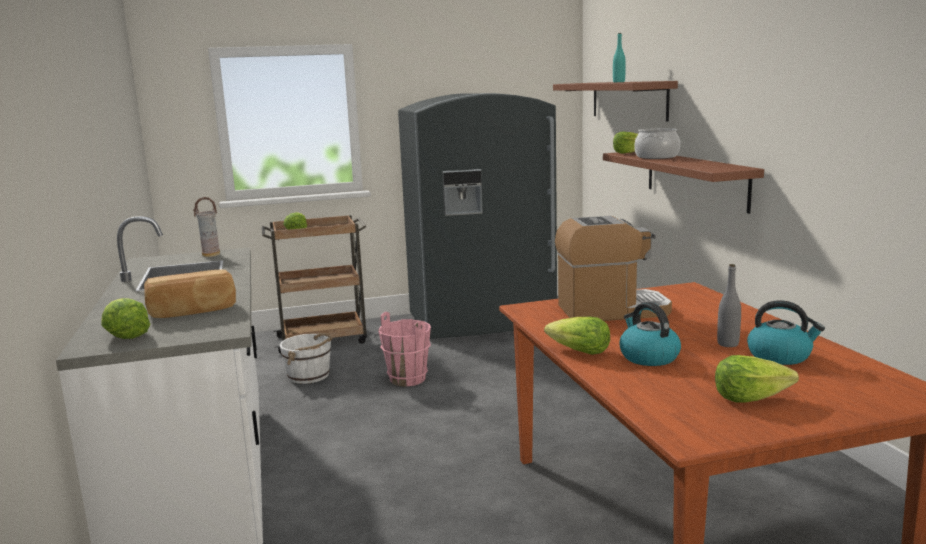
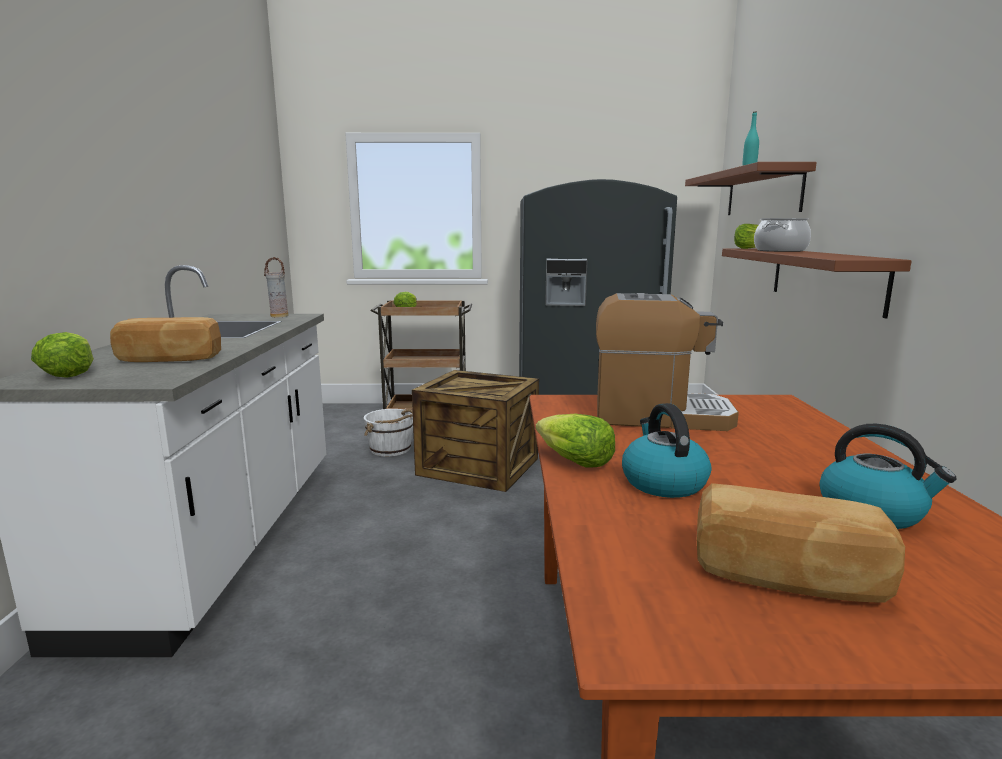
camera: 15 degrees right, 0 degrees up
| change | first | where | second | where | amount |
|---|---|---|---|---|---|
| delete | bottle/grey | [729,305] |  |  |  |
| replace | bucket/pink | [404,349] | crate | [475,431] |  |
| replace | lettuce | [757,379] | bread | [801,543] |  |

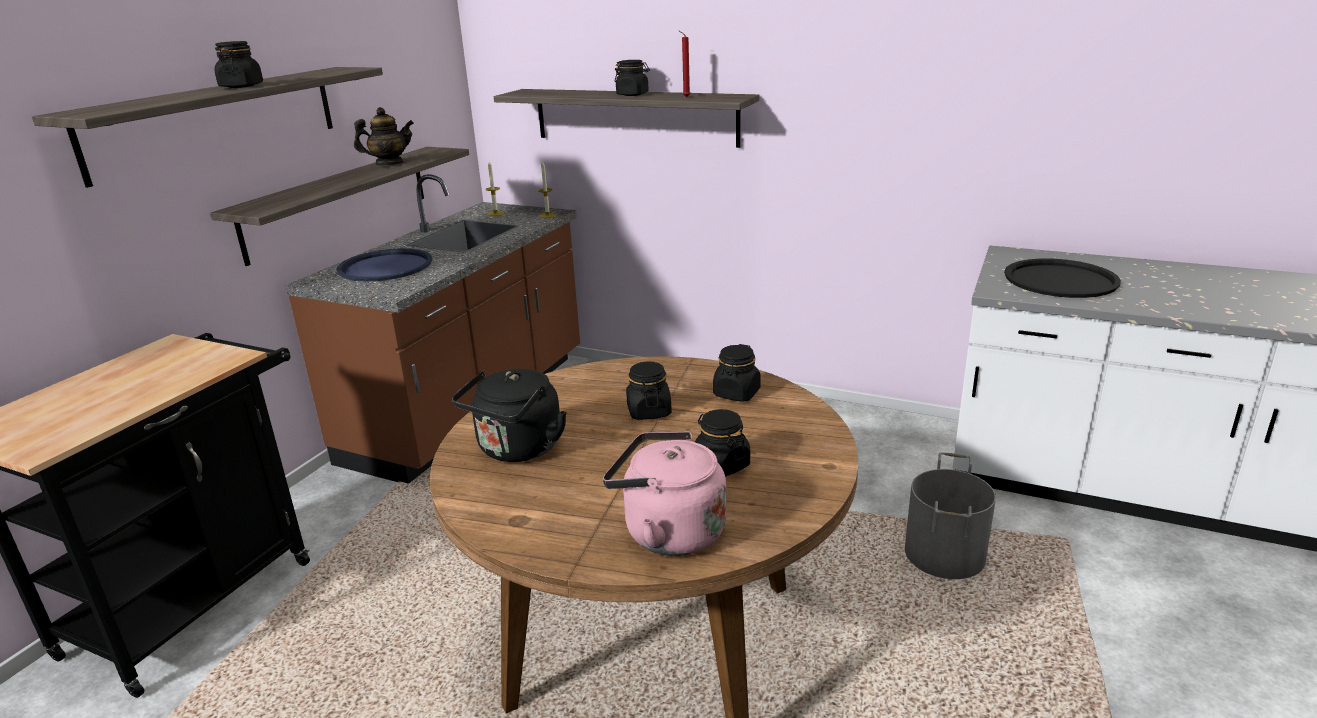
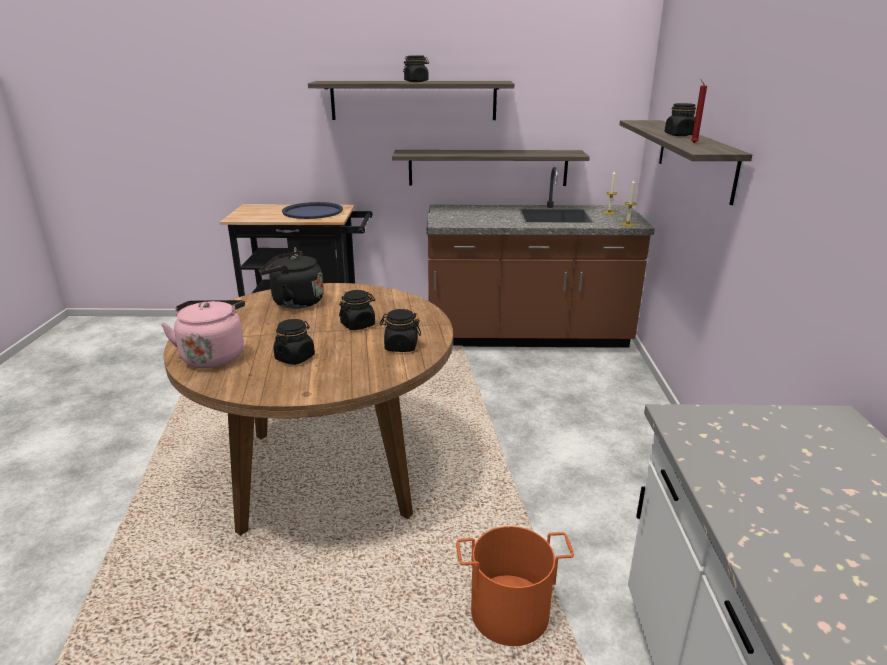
camera: 65 degrees right, 0 degrees up
| change | first | where | second | where | amount |
|---|---|---|---|---|---|
| delete | teapot | [384,136] |  |  |  |
| move | tray/blue | [384,265] |  | [312,210] |  |
| delete | tray/black | [1062,278] |  |  |  |
| recolor | bucket/grey | [950,515] | bucket/orange | [515,586] |  |

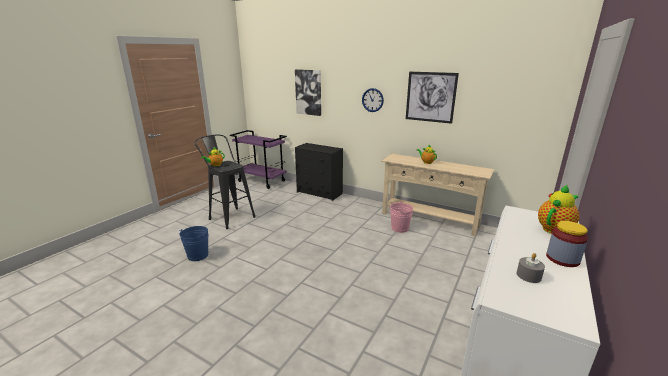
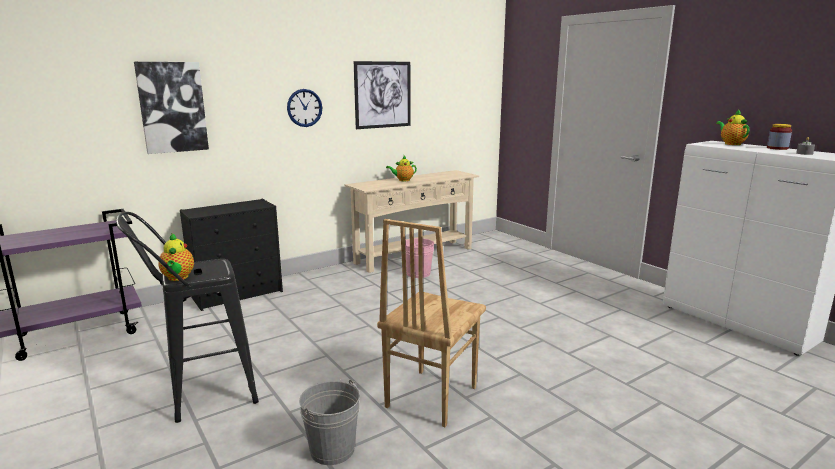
camera: 65 degrees left, 5 degrees down
| change | first | where | second | where | amount |
|---|---|---|---|---|---|
| recolor | bucket/blue | [194,243] | bucket/grey | [329,422] |  |
| insert |  |  | chair/brown | [431,323] |  |

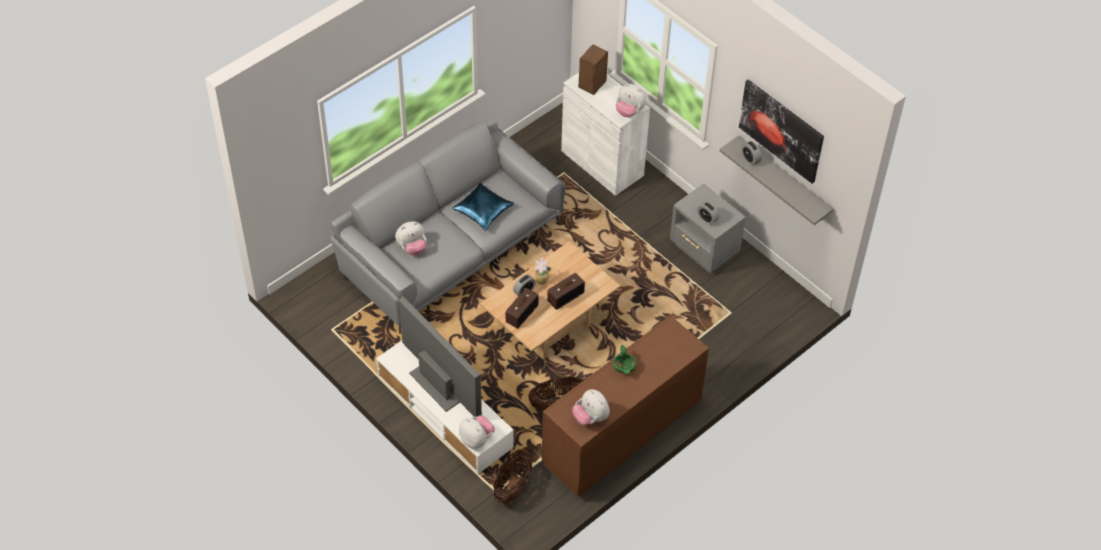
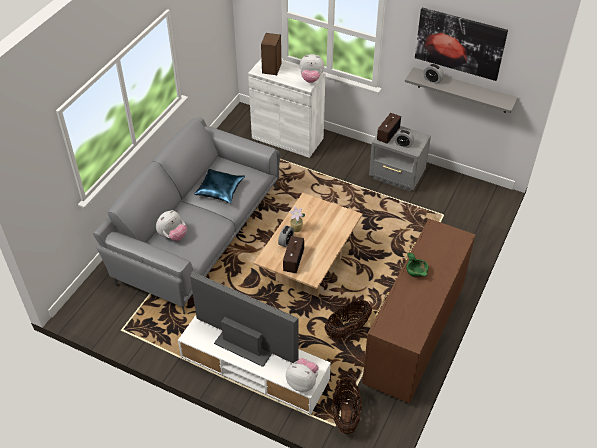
camera: 20 degrees left, 5 degrees down
| change | first | where | second | where | amount |
|---|---|---|---|---|---|
| move | radio | [566,291] |  | [389,128] |  |
| delete | plush toy | [591,407] |  |  |  |

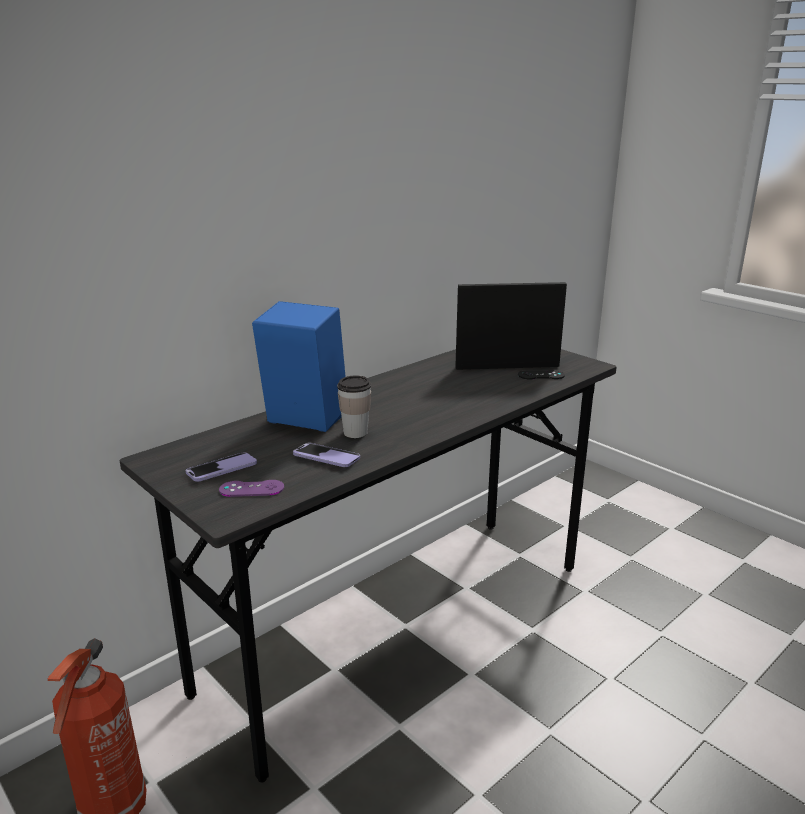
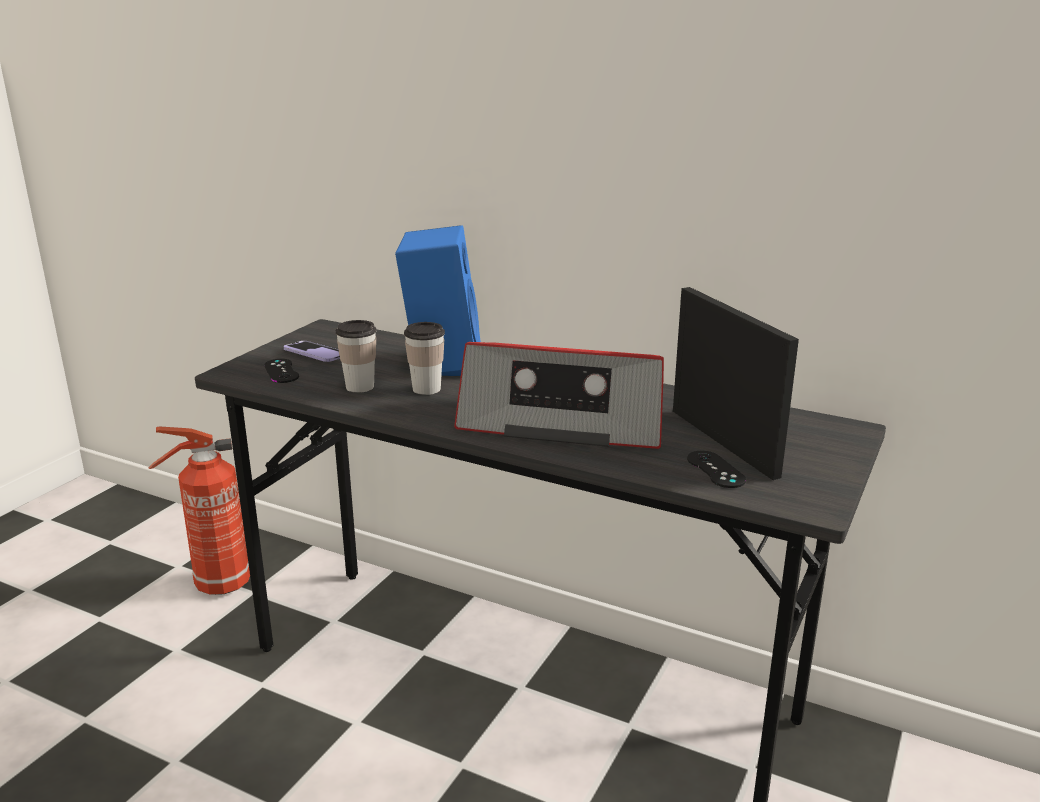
camera: 70 degrees right, 0 degrees up
| change | first | where | second | where | amount |
|---|---|---|---|---|---|
| replace | phone | [326,455] | cup | [356,356] |  |
| recolor | game controller/purple | [251,488] | game controller/black | [281,371] |  |
| insert |  |  | radio | [559,395] |  |

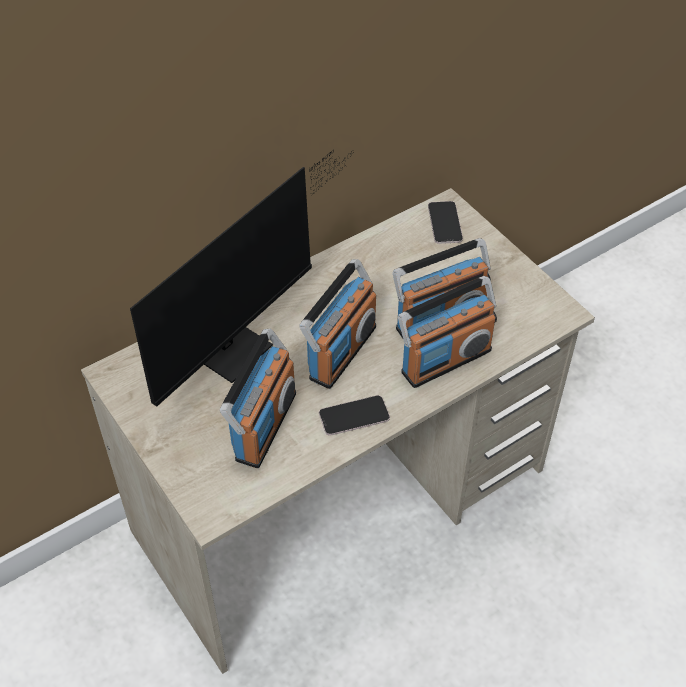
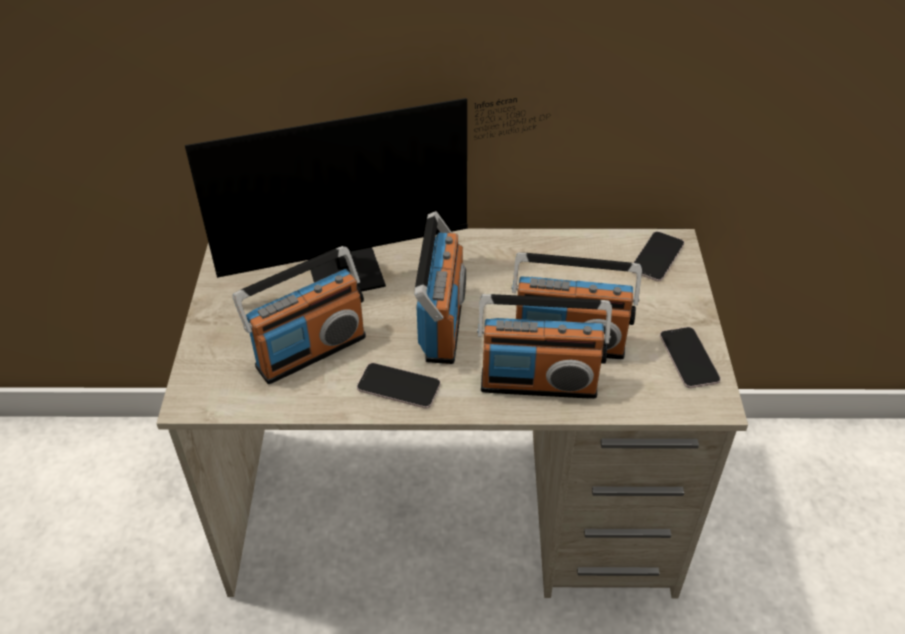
camera: 35 degrees right, 5 degrees down
| change | first | where | second | where | amount |
|---|---|---|---|---|---|
| rotate | radio | [337,324] |  | [440,287] | 60 degrees counterclockwise |
| insert |  |  | phone | [690,357] |  |

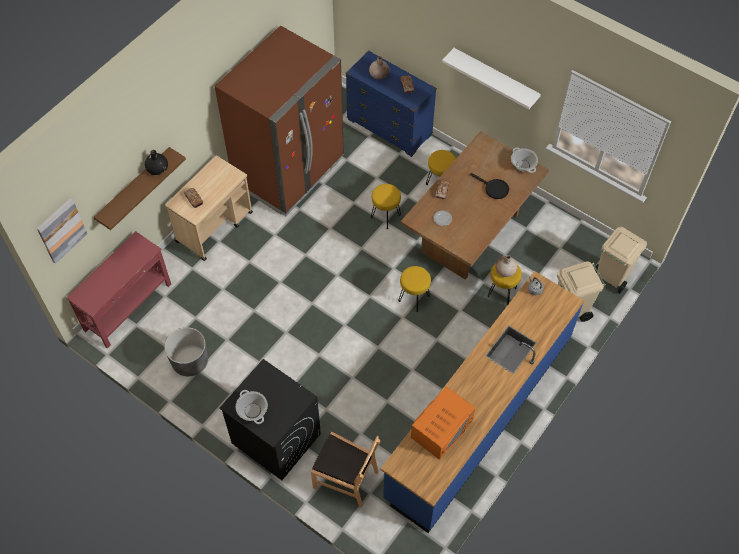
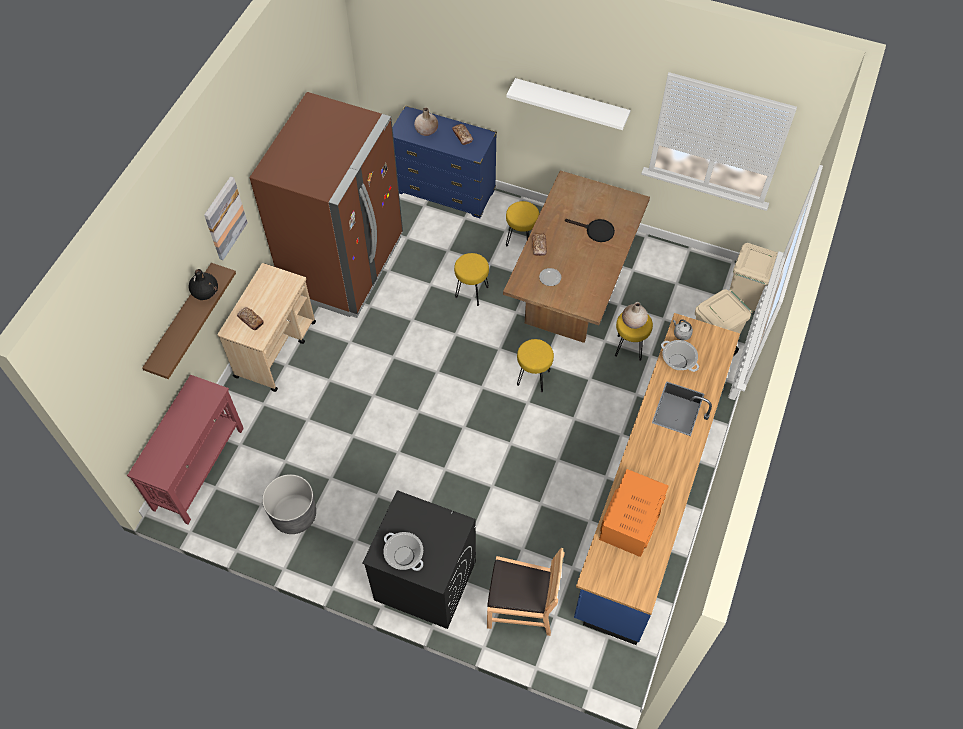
camera: 15 degrees left, 0 degrees up
| change | first | where | second | where | amount |
|---|---|---|---|---|---|
| move | cooking pot | [524,160] |  | [680,356] |  |
| move | picture | [62,231] |  | [226,218] |  |

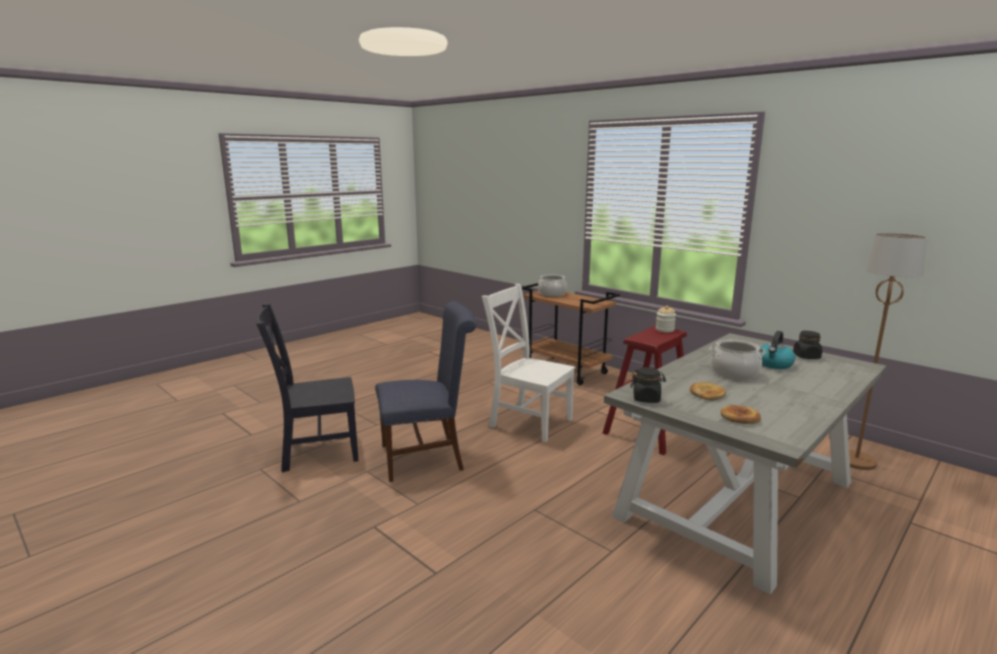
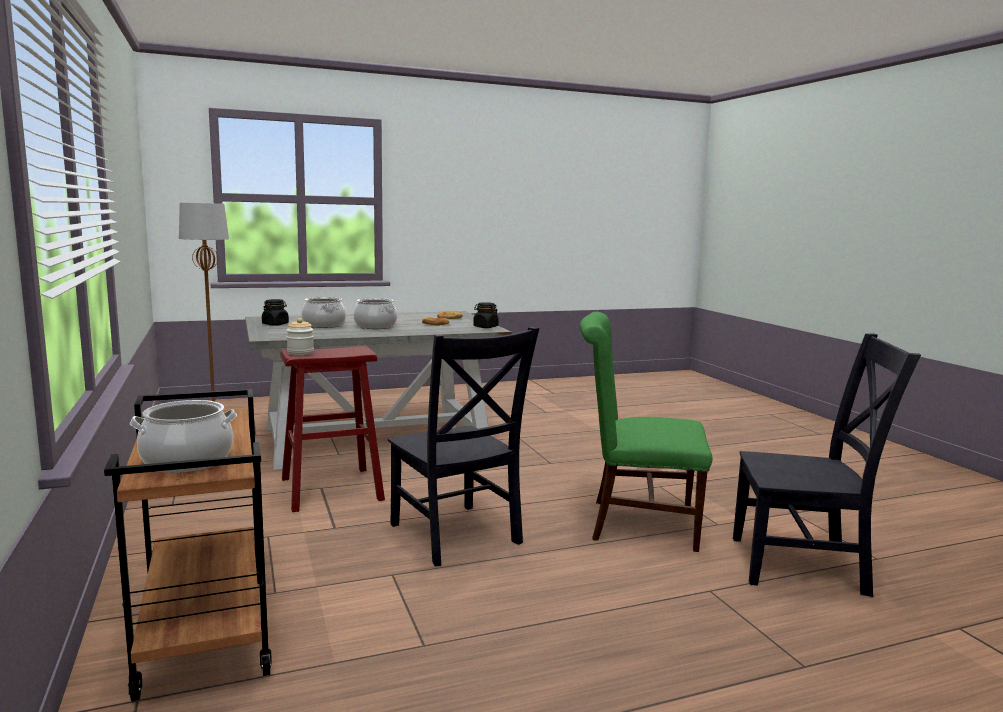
camera: 155 degrees left, 5 degrees down
| change | first | where | second | where | amount |
|---|---|---|---|---|---|
| recolor | chair/white | [528,363] | chair/black | [463,446] |  |
| recolor | chair/blue | [425,391] | chair/green | [646,432] |  |
| replace | kettle | [777,350] | cooking pot | [324,312] |  |

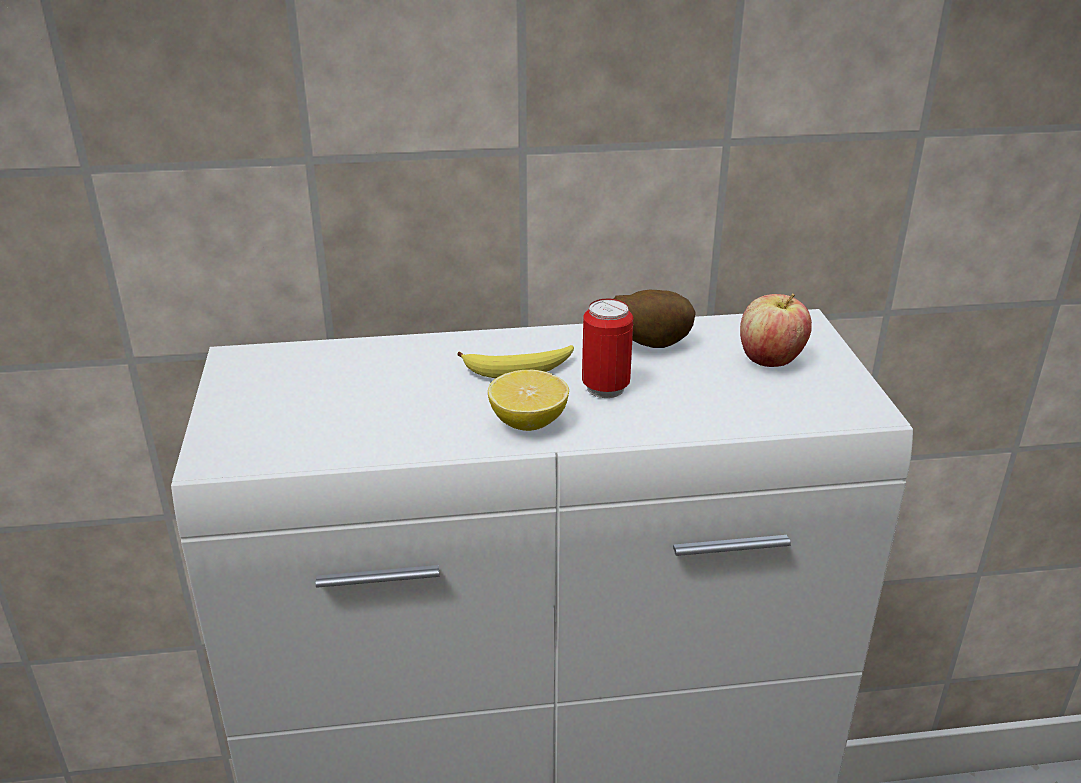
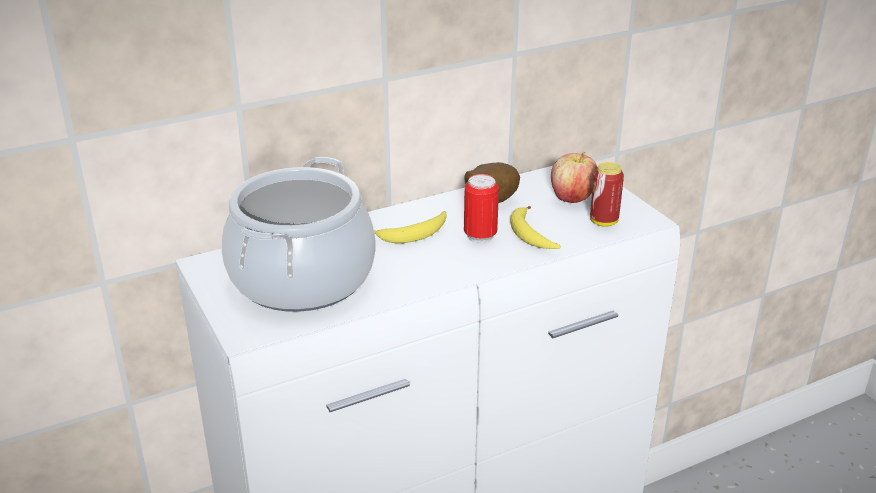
camera: 20 degrees left, 0 degrees up
| change | first | where | second | where | amount |
|---|---|---|---|---|---|
| delete | lemon | [528,400] |  |  |  |
| insert |  |  | cooking pot | [298,234] |  |
| insert |  |  | can | [607,194] |  |
| insert |  |  | banana | [535,227] |  |

